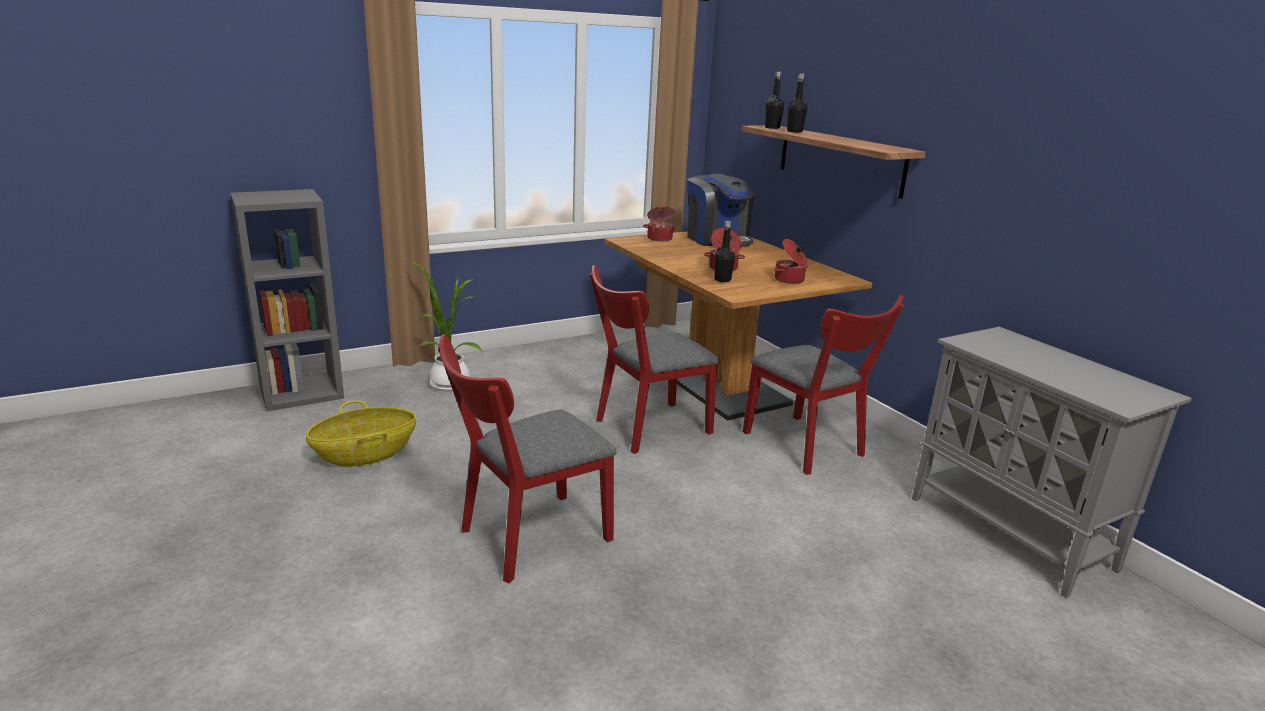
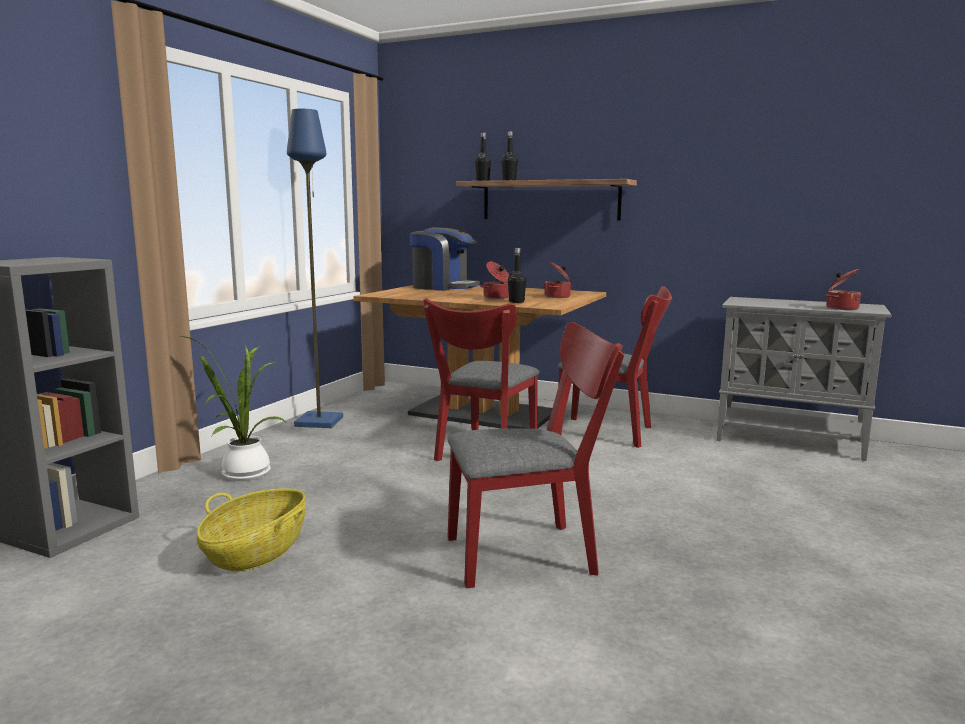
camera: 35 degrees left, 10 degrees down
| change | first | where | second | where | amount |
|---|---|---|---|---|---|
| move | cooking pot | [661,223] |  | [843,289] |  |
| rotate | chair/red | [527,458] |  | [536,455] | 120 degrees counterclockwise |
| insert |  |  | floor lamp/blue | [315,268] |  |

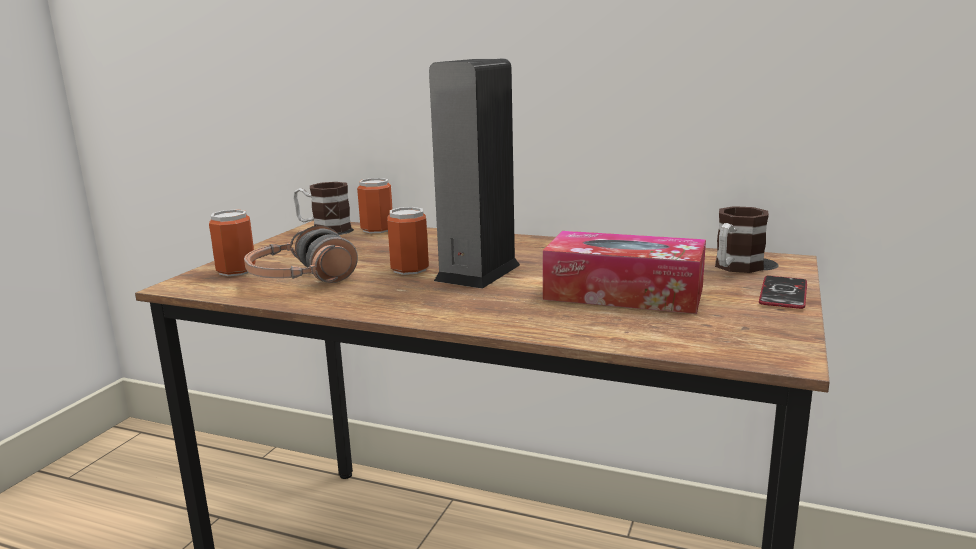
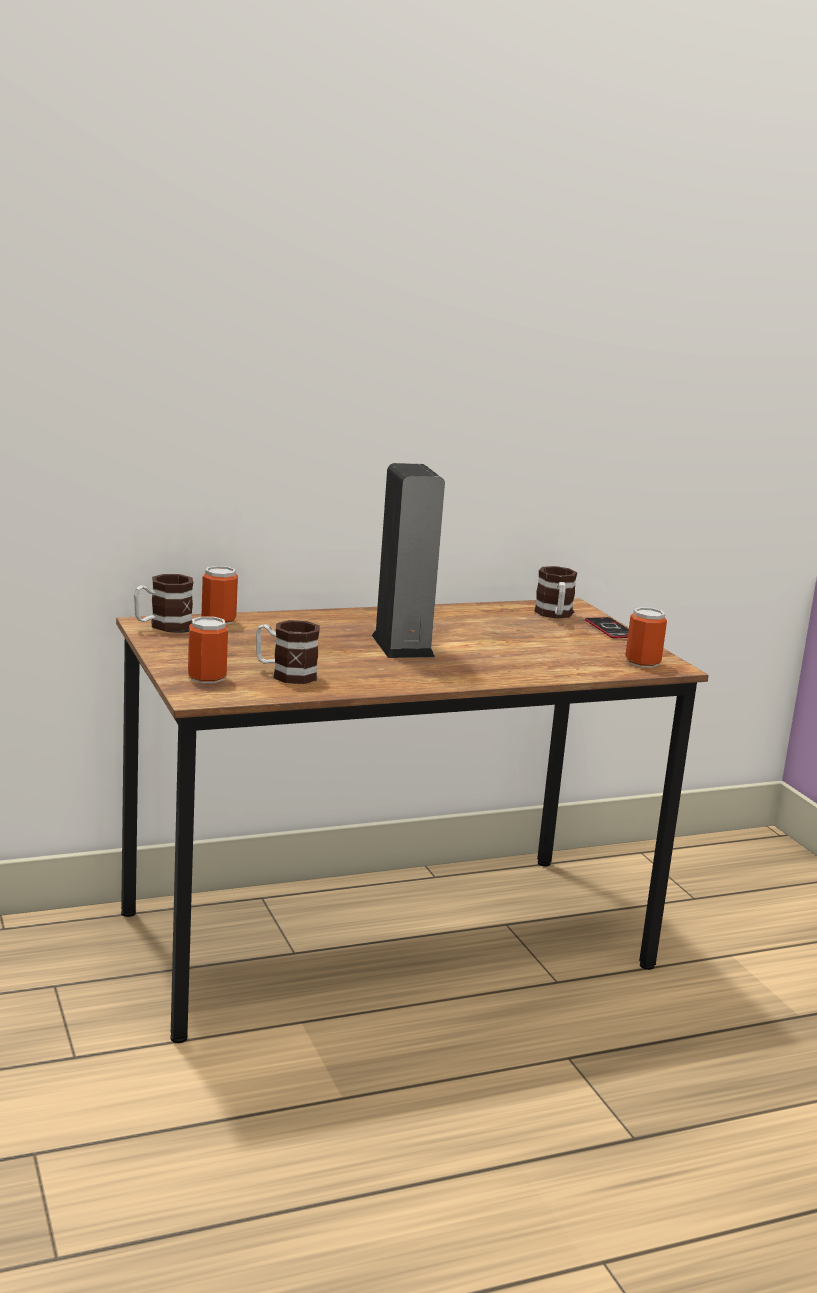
camera: 45 degrees left, 0 degrees up
| change | first | where | second | where | amount |
|---|---|---|---|---|---|
| move | can | [408,241] |  | [646,637] |  |
| replace | headphones | [301,254] | mug | [288,652] |  |
| delete | tissue box | [624,272] |  |  |  |

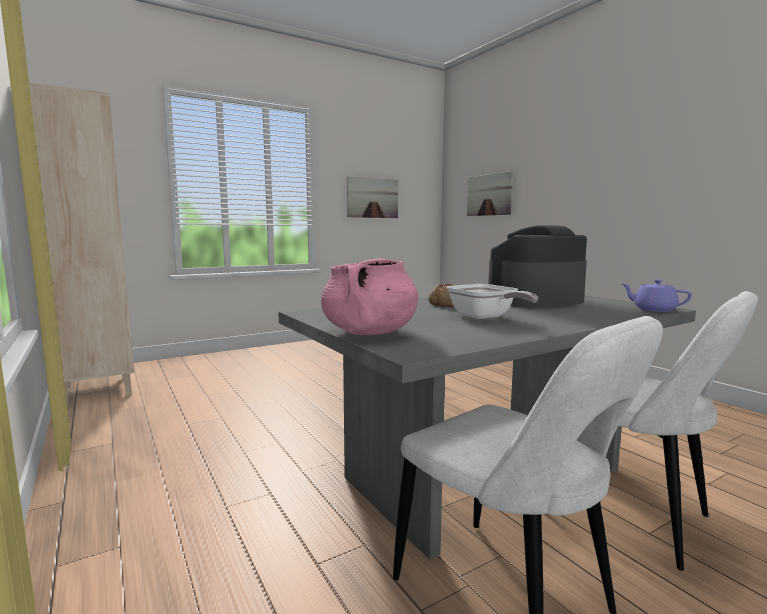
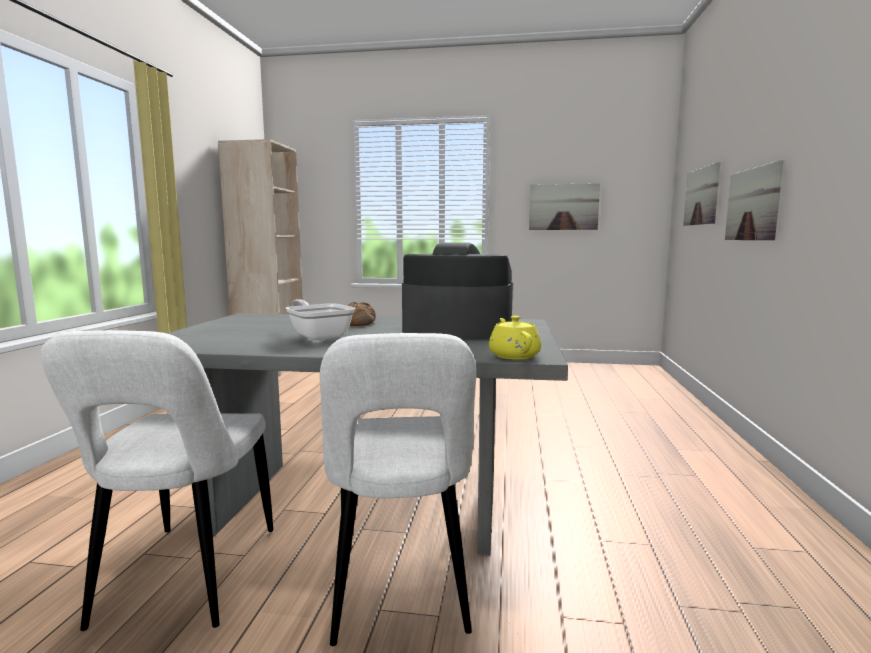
camera: 40 degrees right, 0 degrees up
| change | first | where | second | where | amount |
|---|---|---|---|---|---|
| delete | cooking pot/pink | [369,296] |  |  |  |
| recolor | teapot/purple | [657,295] | teapot/yellow | [515,338] |  |
| rotate | frying pan | [493,301] |  | [321,319] | 135 degrees clockwise |
| insert |  |  | picture | [754,200] |  |

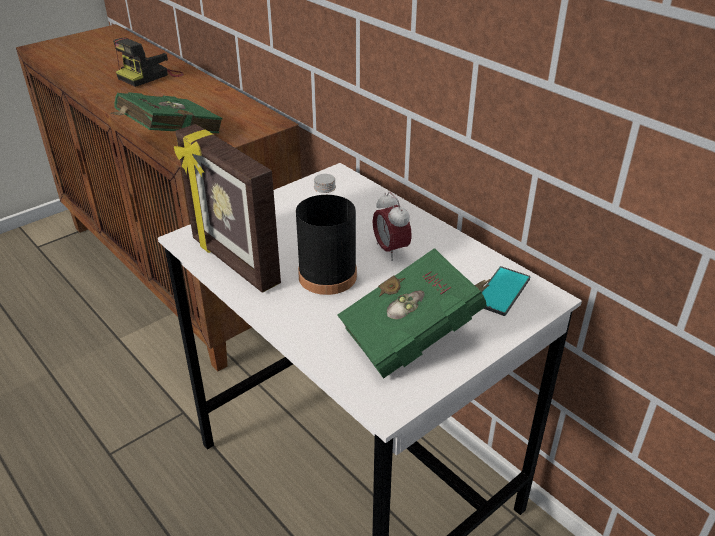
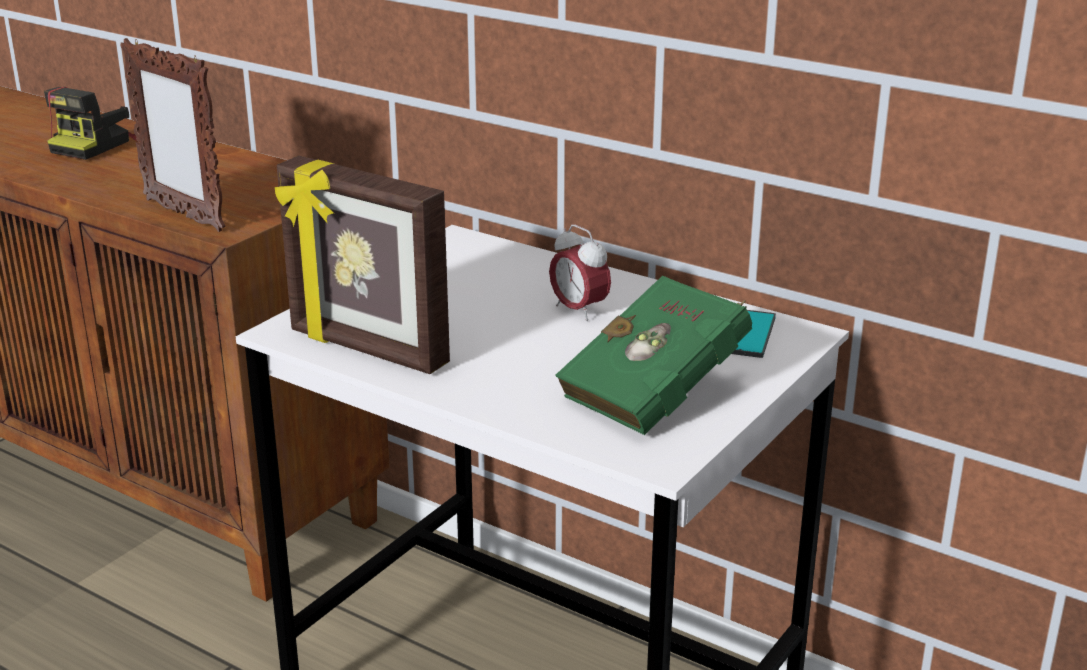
camera: 15 degrees left, 10 degrees down
| change | first | where | second | where | amount |
|---|---|---|---|---|---|
| replace | book/green | [166,112] | picture frame | [172,135] |  |
| delete | bottle/black | [326,234] |  |  |  |

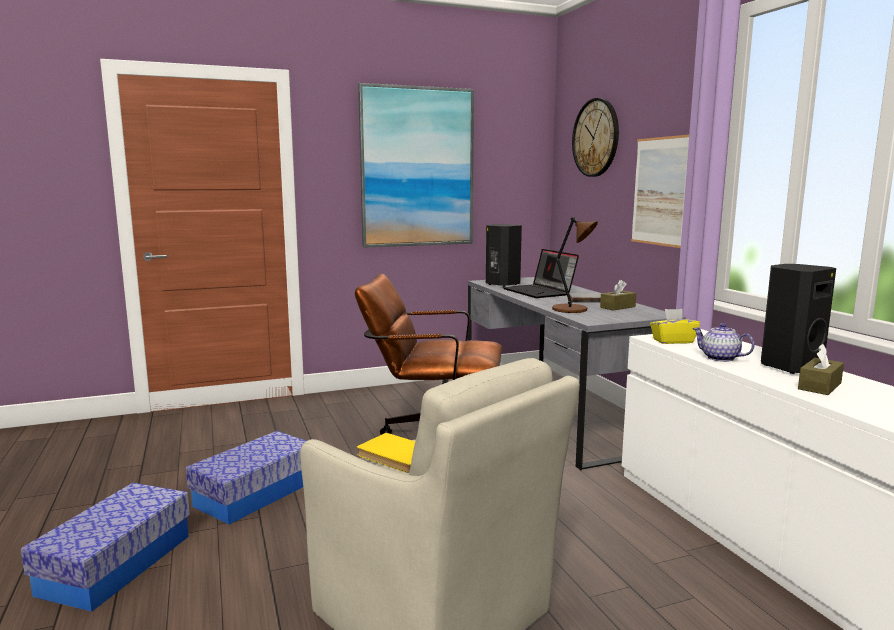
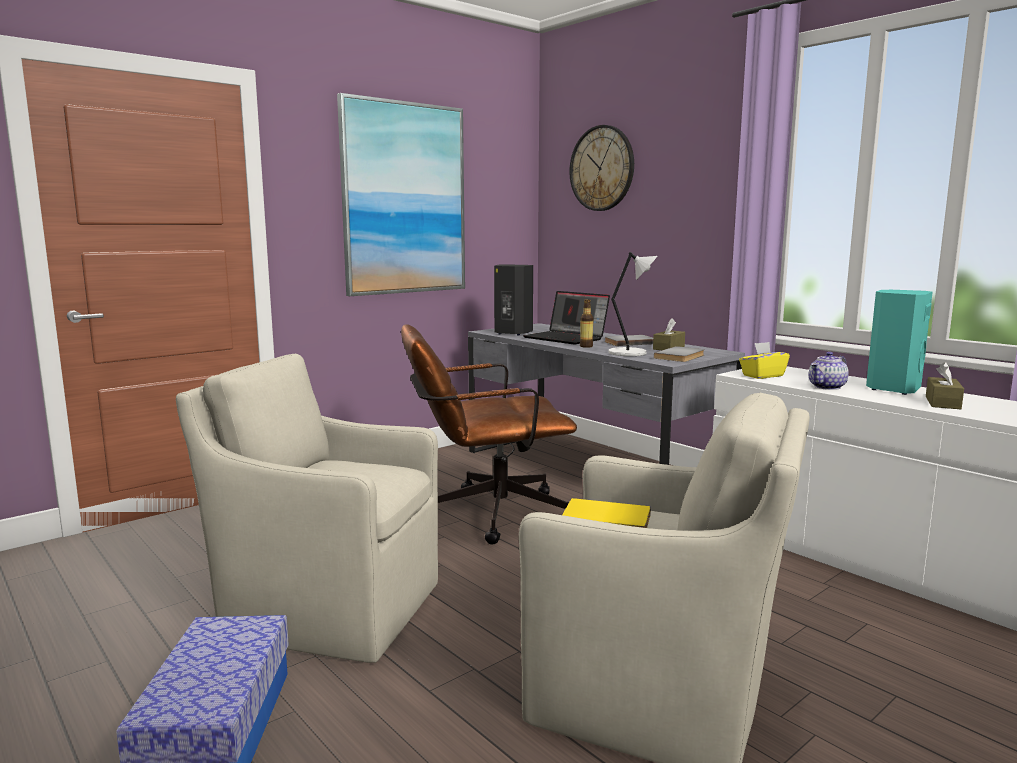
camera: 20 degrees left, 0 degrees up
| change | first | where | second | where | amount |
|---|---|---|---|---|---|
| delete | picture | [660,191] |  |  |  |
| recolor | table lamp/brown | [575,265] | table lamp/grey | [632,304] |  |
| recolor | speaker/black | [798,319] | speaker/turquoise | [899,342] |  |
| rotate | teapot | [723,342] |  | [829,371] | 60 degrees counterclockwise |
| replace | storage box | [246,478] | armchair/beige | [307,508] |  |
| insert |  |  | bottle | [586,323] |  |
| insert |  |  | book/grey | [679,354] |  |

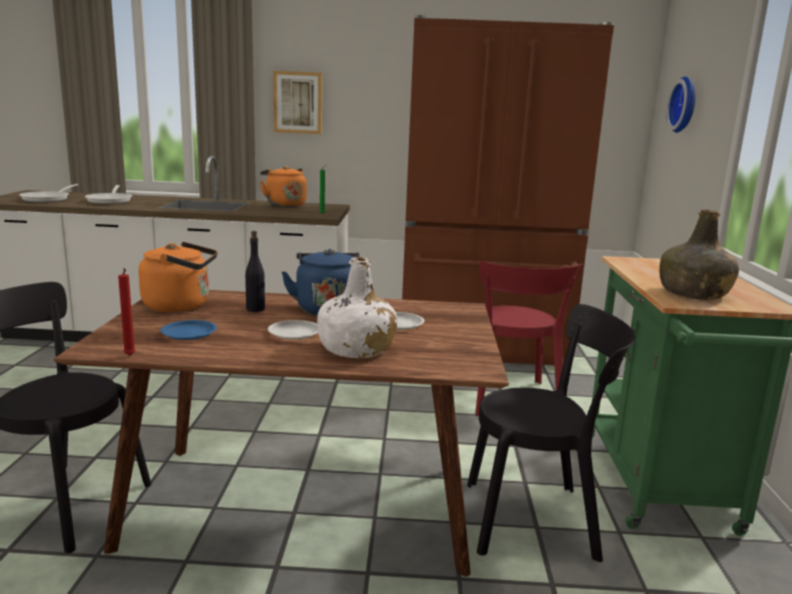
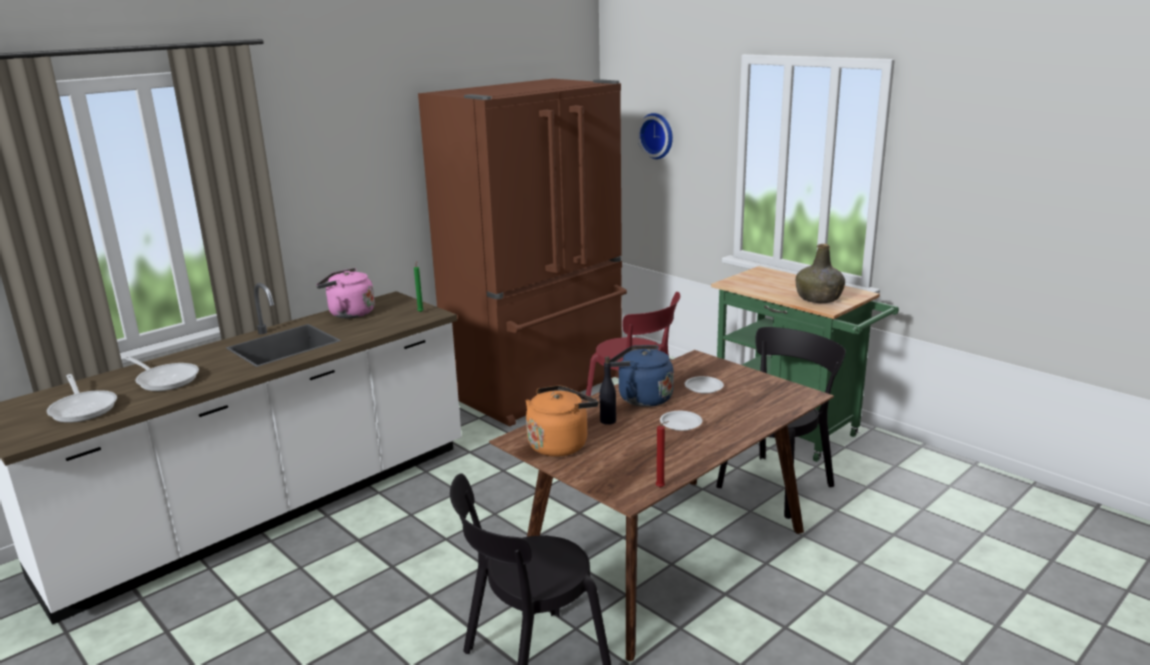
camera: 45 degrees left, 5 degrees up
| change | first | where | second | where | amount |
|---|---|---|---|---|---|
| delete | picture | [297,102] |  |  |  |
| recolor | kettle/orange | [283,186] | kettle/pink | [345,293] |  |
| delete | bottle/white | [357,307] |  |  |  |
| delete | plate/blue | [188,330] |  |  |  |

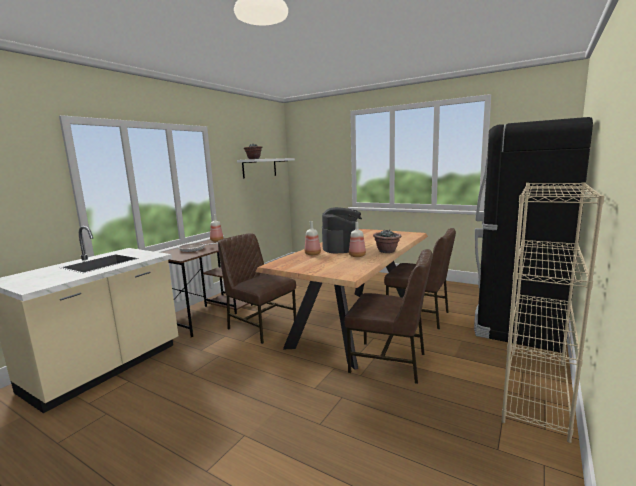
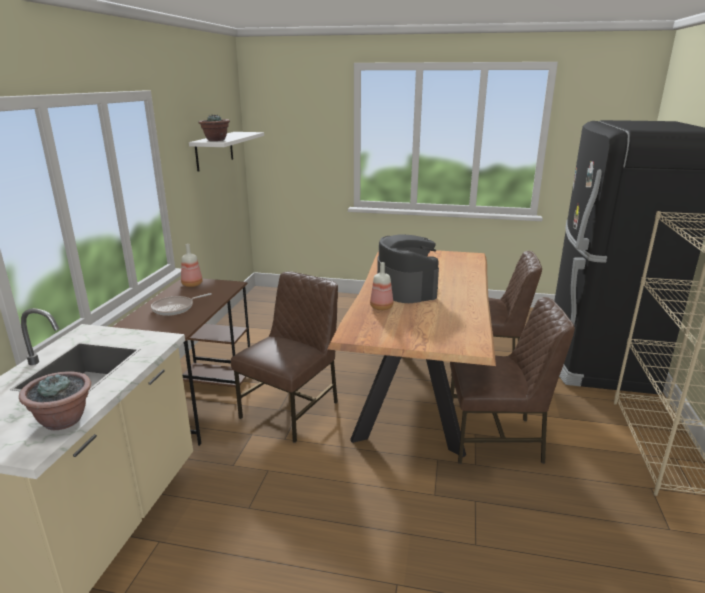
camera: 20 degrees left, 10 degrees up
| change | first | where | second | where | amount |
|---|---|---|---|---|---|
| delete | bottle | [357,239] |  |  |  |
| move | potted plant | [387,241] |  | [55,400] |  |
| rotate | chair/brown | [257,288] |  | [284,357] | 105 degrees clockwise |

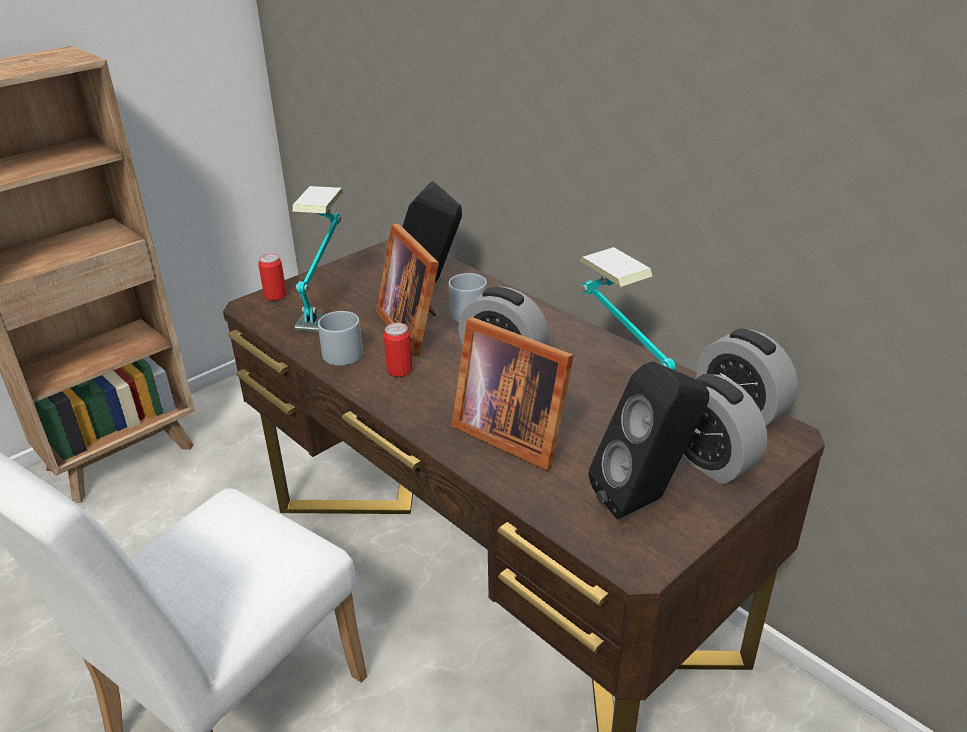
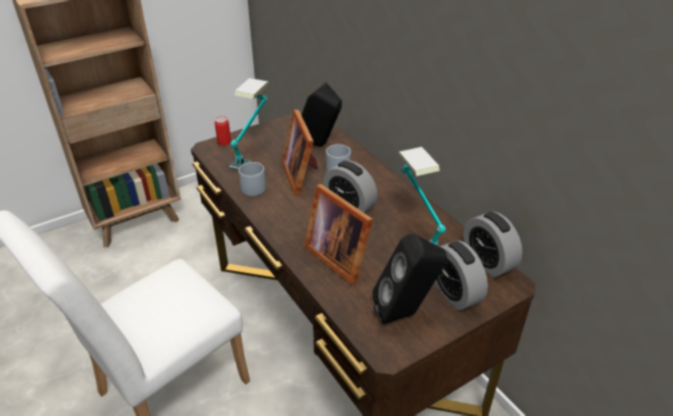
camera: 10 degrees right, 5 degrees up
| change | first | where | second | where | amount |
|---|---|---|---|---|---|
| delete | can | [398,350] |  |  |  |

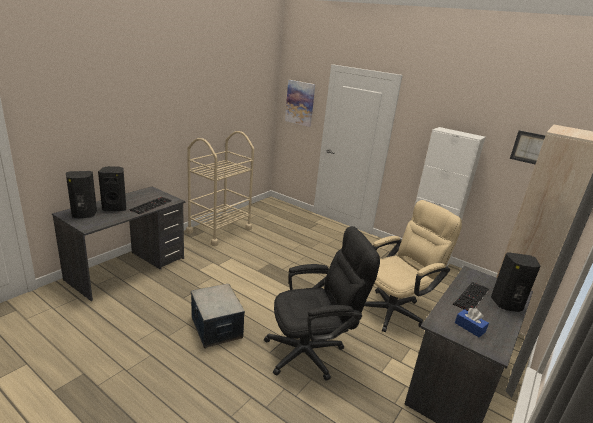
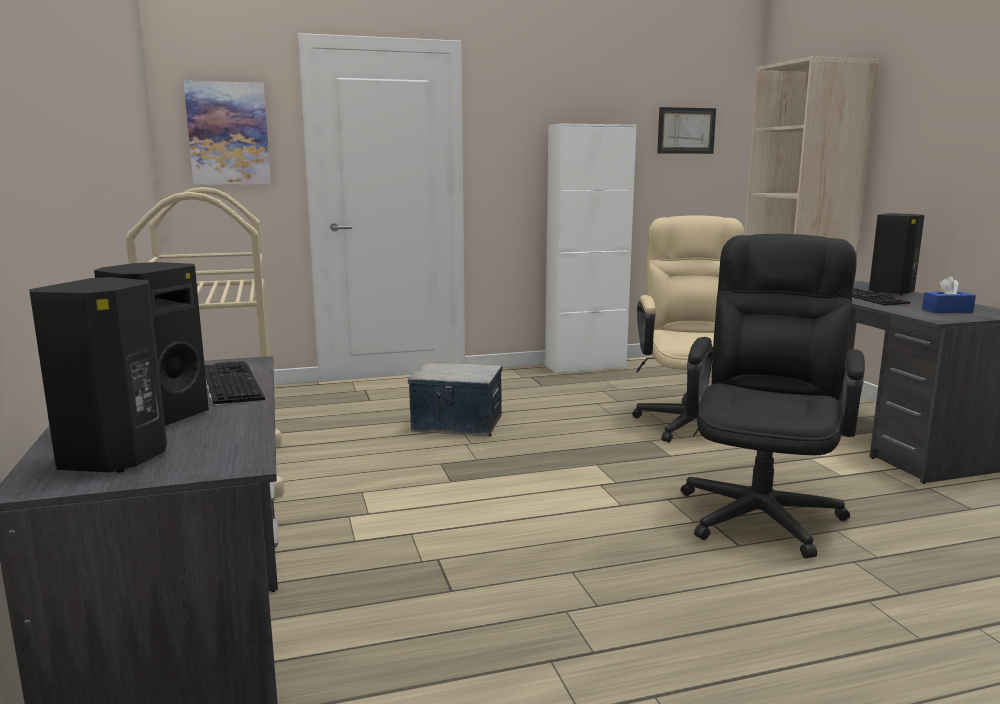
camera: 50 degrees left, 10 degrees down
| change | first | where | second | where | amount |
|---|---|---|---|---|---|
| move | storage box | [218,316] |  | [455,399] |  |

